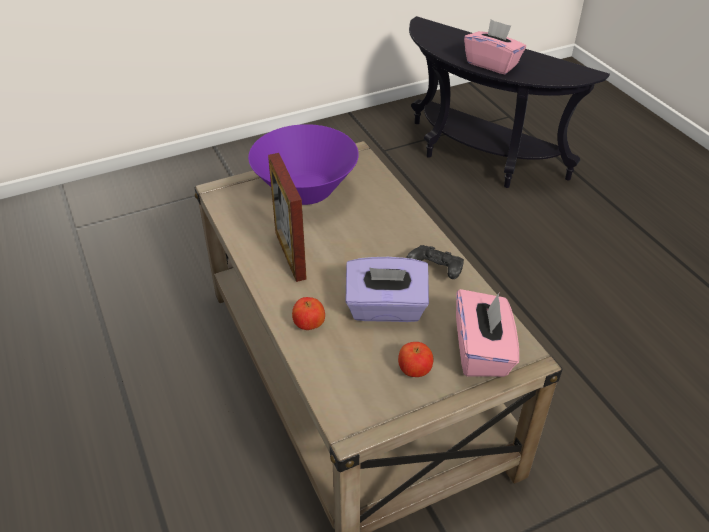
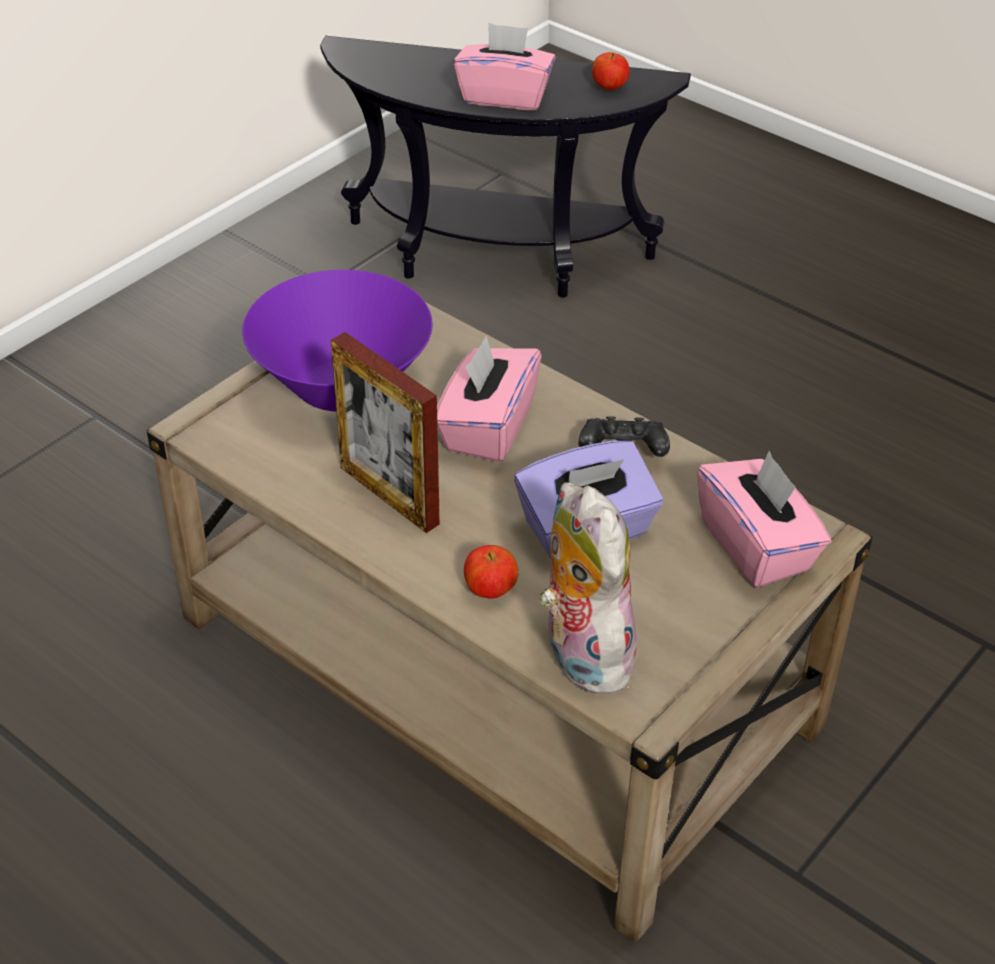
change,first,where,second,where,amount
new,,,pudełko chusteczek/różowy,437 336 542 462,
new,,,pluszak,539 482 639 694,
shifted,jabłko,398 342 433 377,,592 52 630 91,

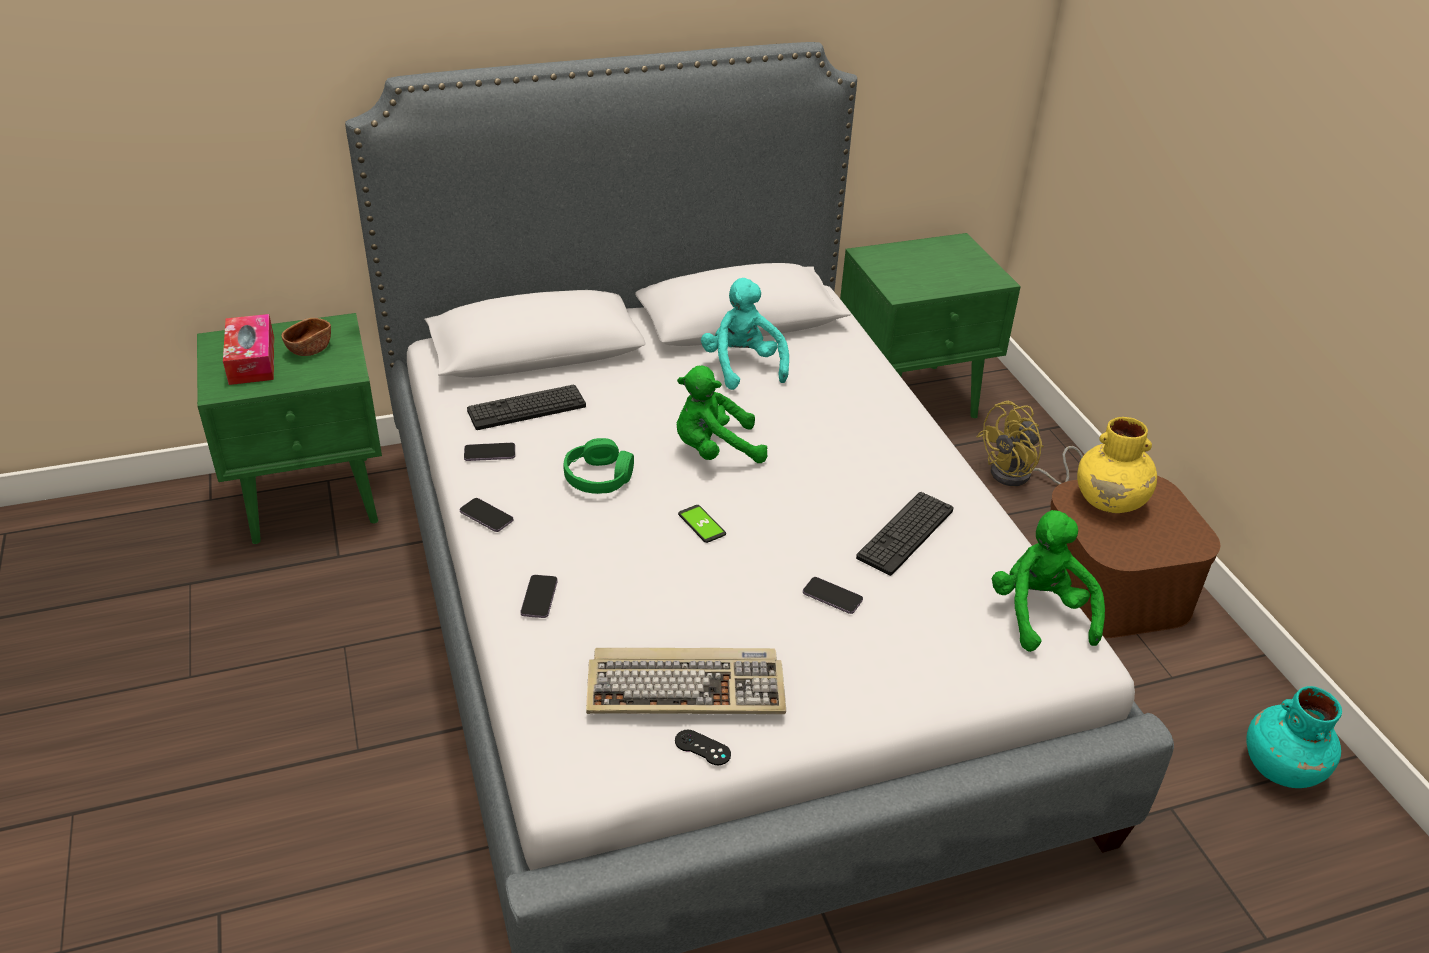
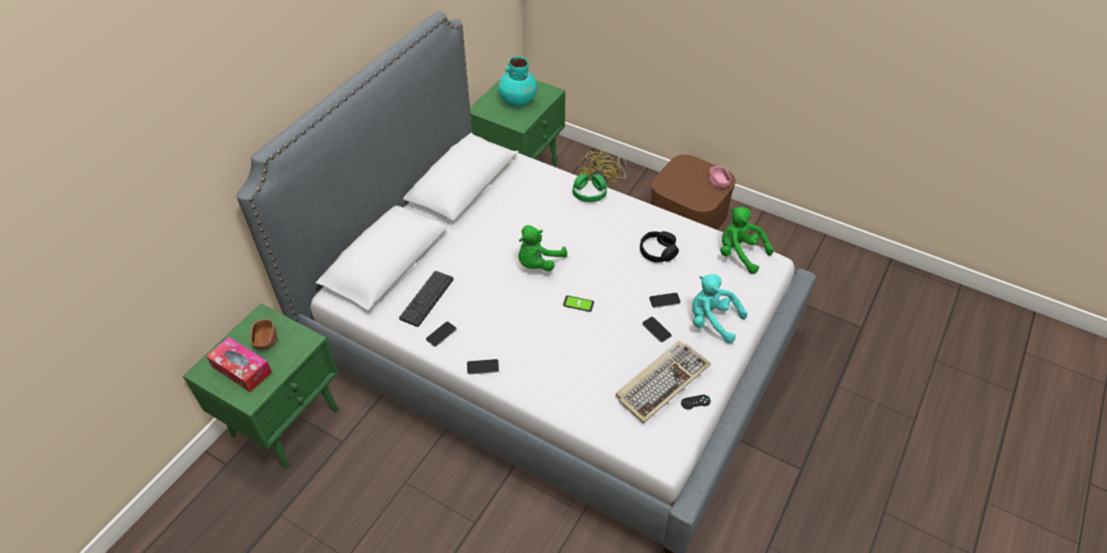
change,first,where,second,where,amount
gone,wazon/żółty,1077 417 1157 513,,,
new,,,miska/różowy,709 166 732 188,
shifted,telefon,521 575 558 618,,642 317 672 342,
shifted,słuchawki/zielony,564 438 634 494,,573 174 607 202,
shifted,pluszak/turkusowy,701 278 789 390,,692 274 748 343,
shifted,wazon/turkusowy,1246 686 1342 788,,498 56 537 107,
swapped,klawiatura,856 492 954 576,słuchawki/czarny,640 231 679 263,

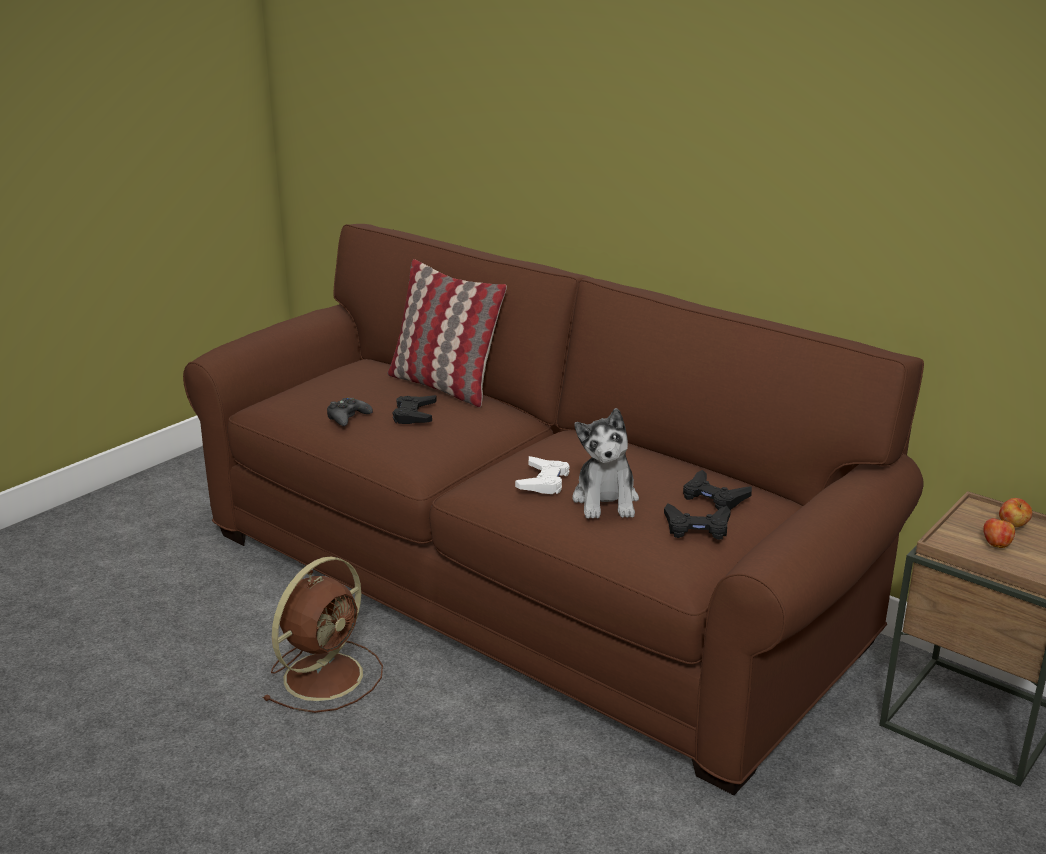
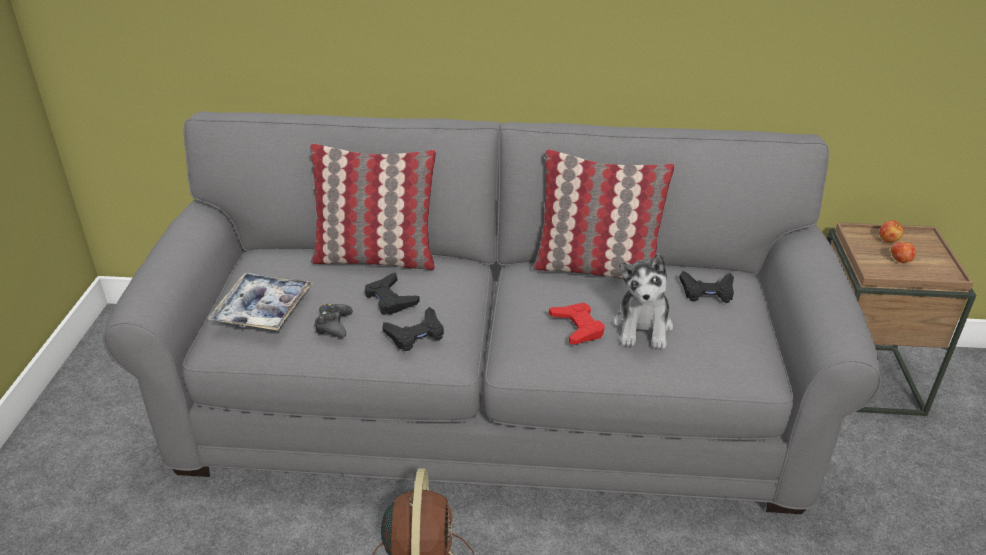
change,first,where,second,where,amount
new,,,taca,208 273 313 331,
new,,,poduszka,532 149 674 280,
shifted,pad do gier/czarny,664 504 731 540,,382 307 444 351,
repainted,kanapa/brązowy,183 224 924 795,kanapa/szary,103 111 881 514,
repainted,pad do gier/biały,515 456 570 494,pad do gier/czerwony,549 303 604 345,
rotated,pluszak,572 408 639 519,,613 254 673 349,45 degrees clockwise

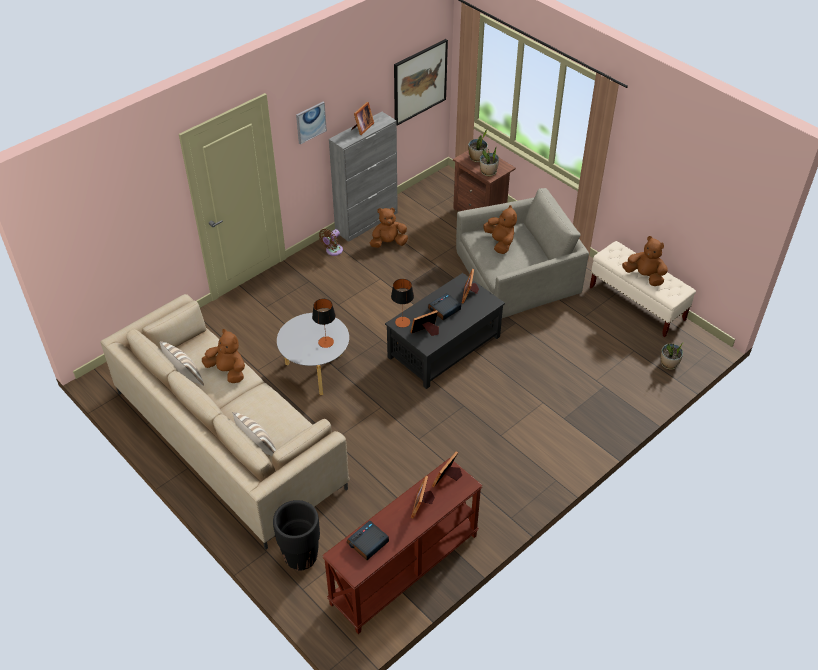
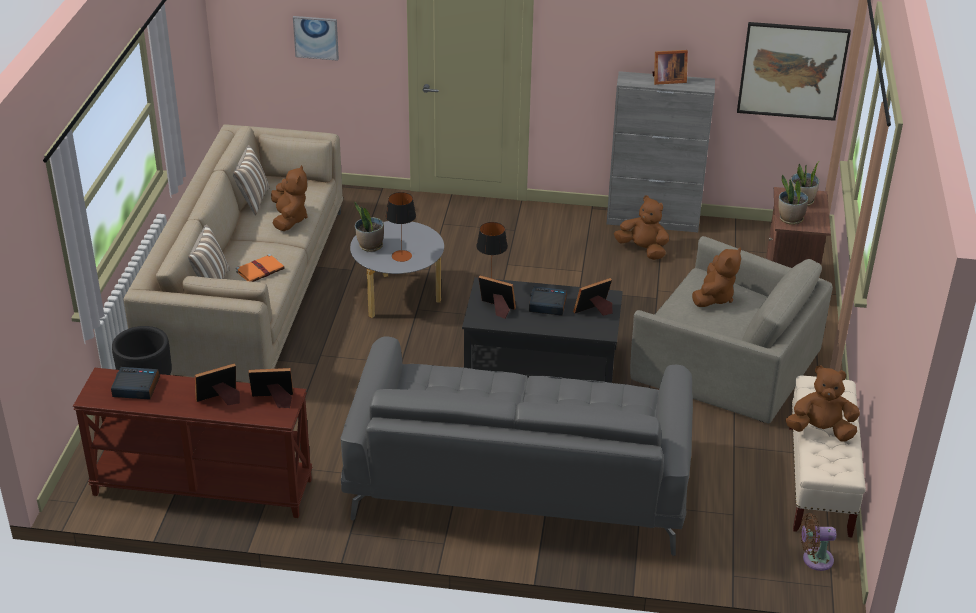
change,first,where,second,where,amount
new,,,książka/pomarańczowy,236 254 285 282,
new,,,kanapa/szary,340 336 693 556,
shifted,obraz,296 102 327 145,,293 16 339 61,
shifted,wentylator/brązowy,319 229 343 256,,800 513 836 571,
shifted,roślina doniczkowa,661 343 683 370,,354 202 384 252,
rotated,pluszak/brązowy,622 236 668 286,,786 365 860 441,75 degrees counterclockwise

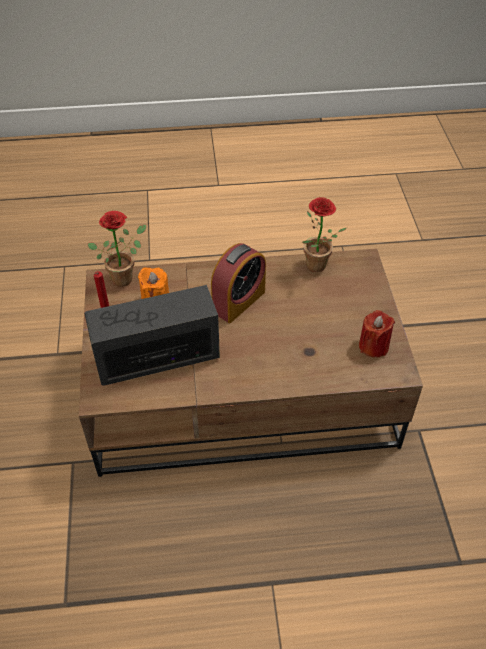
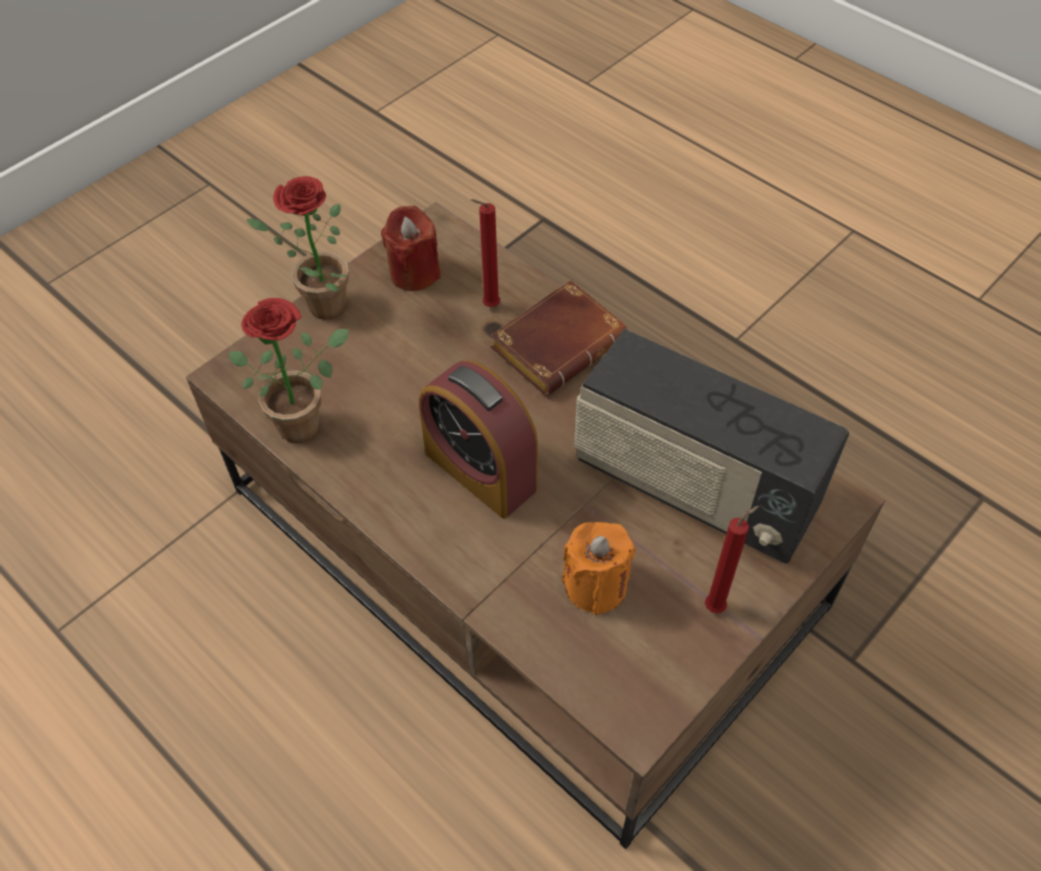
change,first,where,second,where,amount
new,,,świeca/czerwony,471 199 500 307,
new,,,książka/brązowy,490 280 628 396,
shifted,roślina doniczkowa,88 211 146 287,,246 176 349 320,
rotated,budzik,211 243 266 323,,419 360 538 518,135 degrees counterclockwise

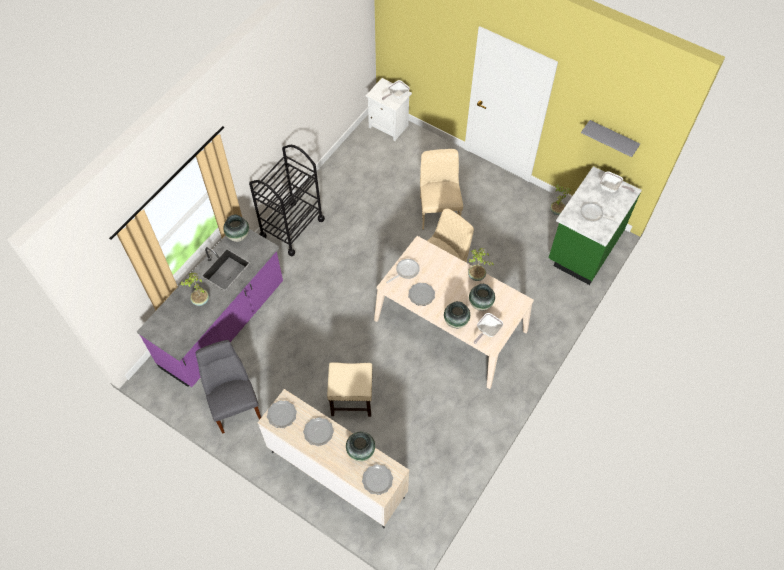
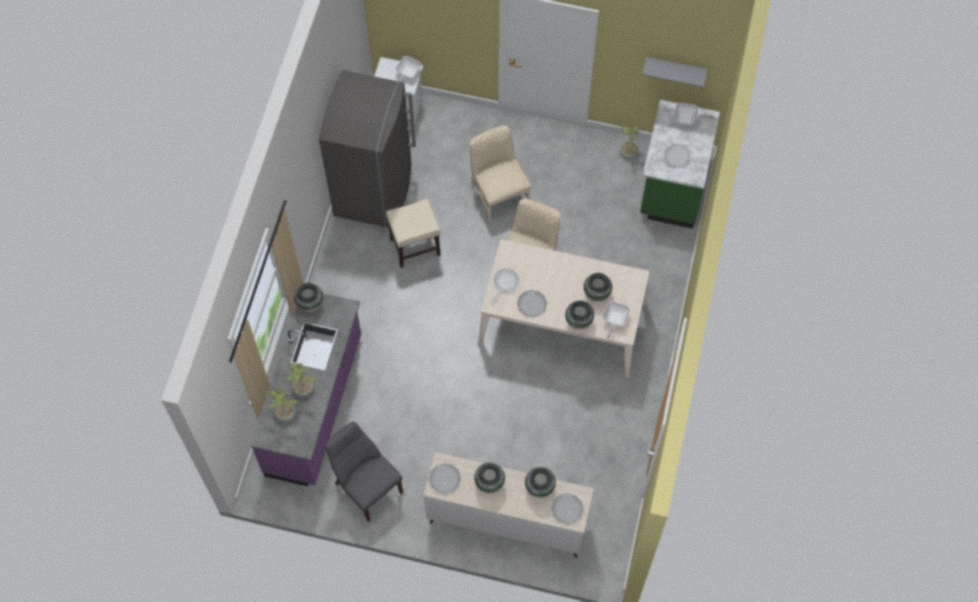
change,first,where,second,where,amount
gone,wózek/czarny,249 145 325 256,,,
new,,,lodówka/szary,319 70 416 228,
shifted,stołek/beżowy,327 362 372 417,,386 199 441 268,
shifted,roślina doniczkowa,468 248 494 281,,269 388 299 422,
swapped,talerz,303 417 334 446,wazon,474 463 505 493,

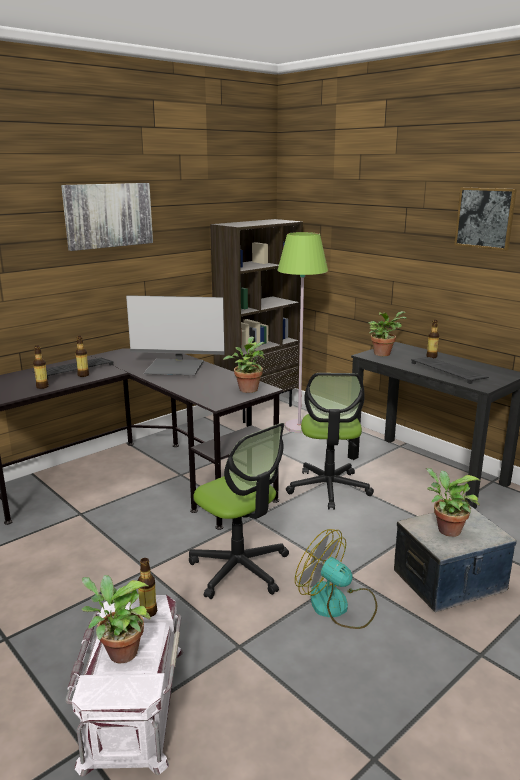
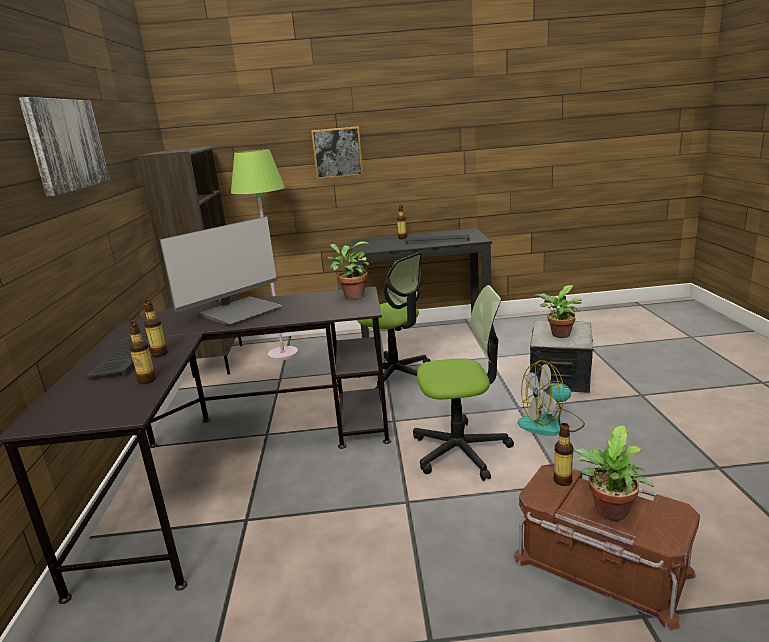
change,first,where,second,where,amount
gone,roślina doniczkowa,368 311 406 356,,,
shifted,obraz,454 187 517 250,,311 126 363 179,
repainted,pojemnik do przechowywania/biały,66 595 183 777,pojemnik do przechowywania/brązowy,513 464 700 630,

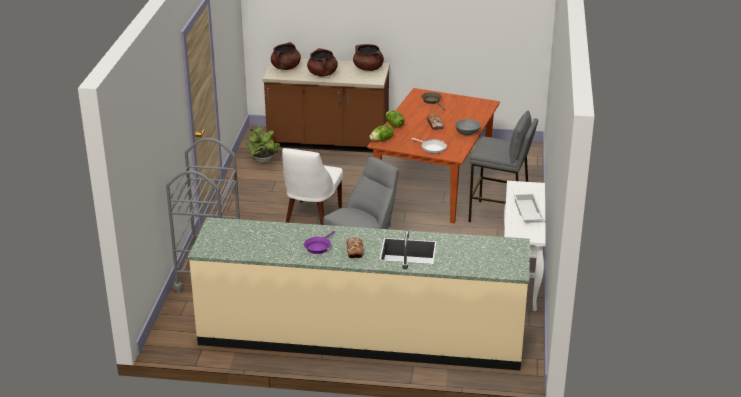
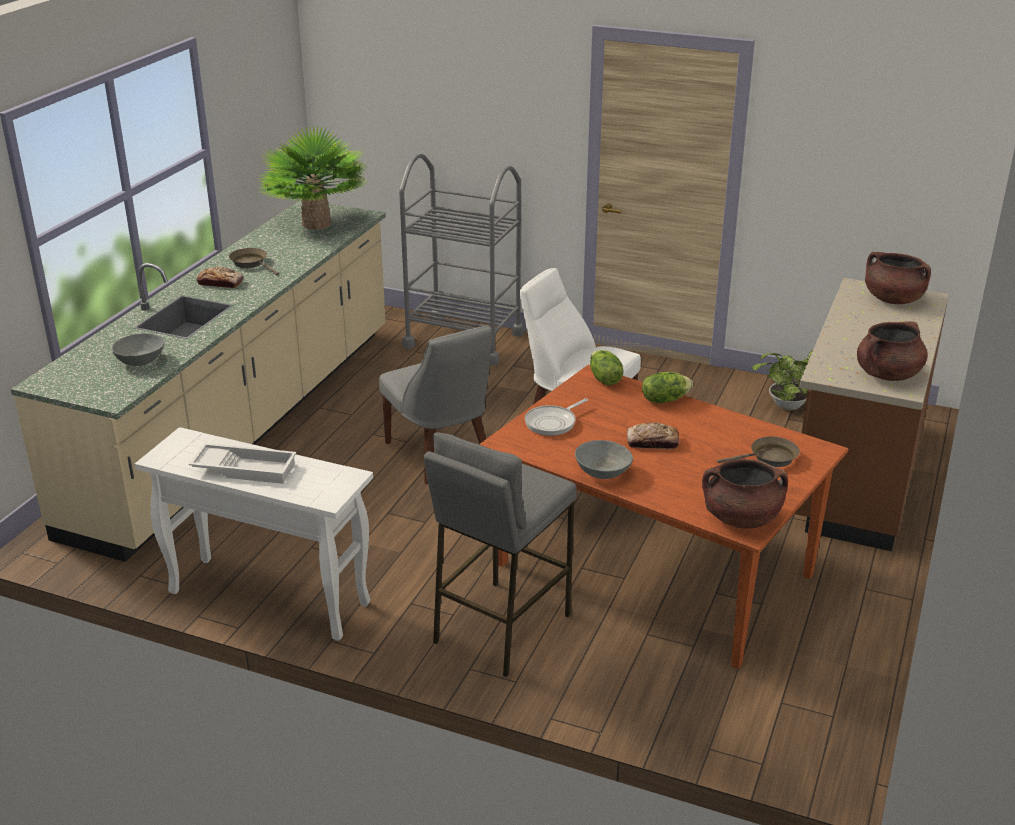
change,first,where,second,where,amount
new,,,miska/szary,112 333 165 366,
new,,,roślina doniczkowa,258 125 368 230,
shifted,garnek/brązowy,307 48 338 77,,702 459 788 529,
repainted,patelnia/fioletowy,304 231 335 254,patelnia/brązowy,229 248 279 275,

